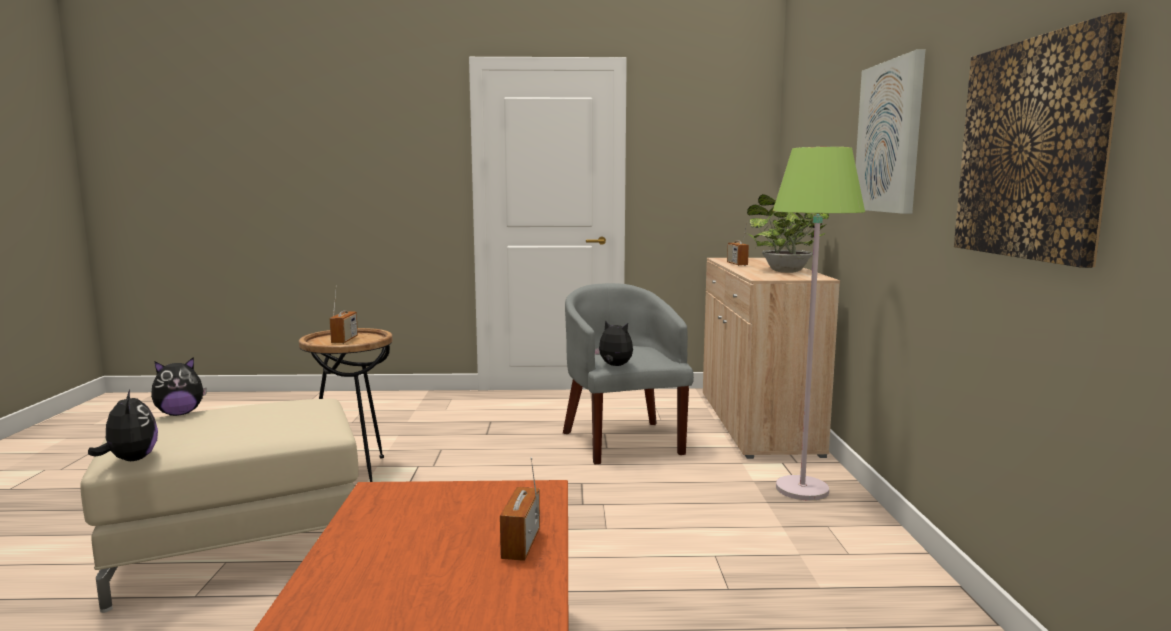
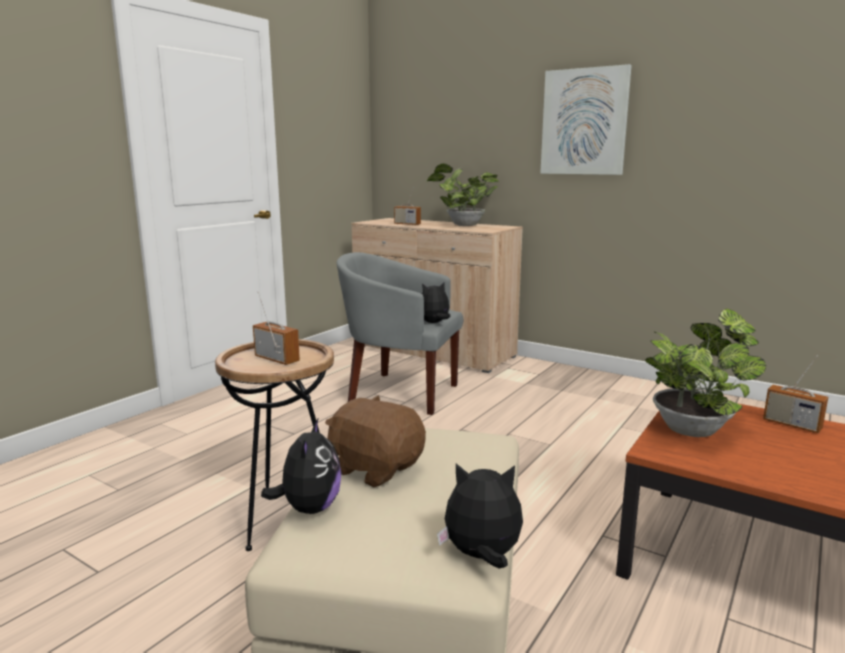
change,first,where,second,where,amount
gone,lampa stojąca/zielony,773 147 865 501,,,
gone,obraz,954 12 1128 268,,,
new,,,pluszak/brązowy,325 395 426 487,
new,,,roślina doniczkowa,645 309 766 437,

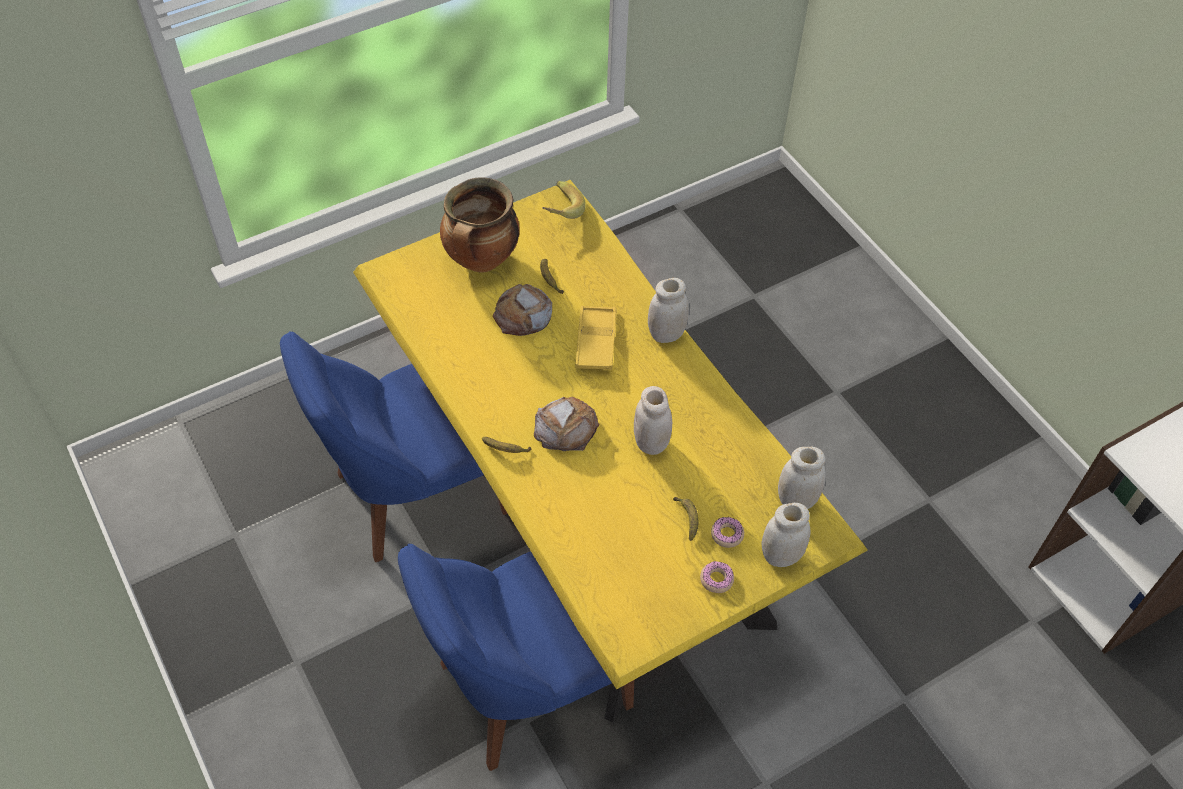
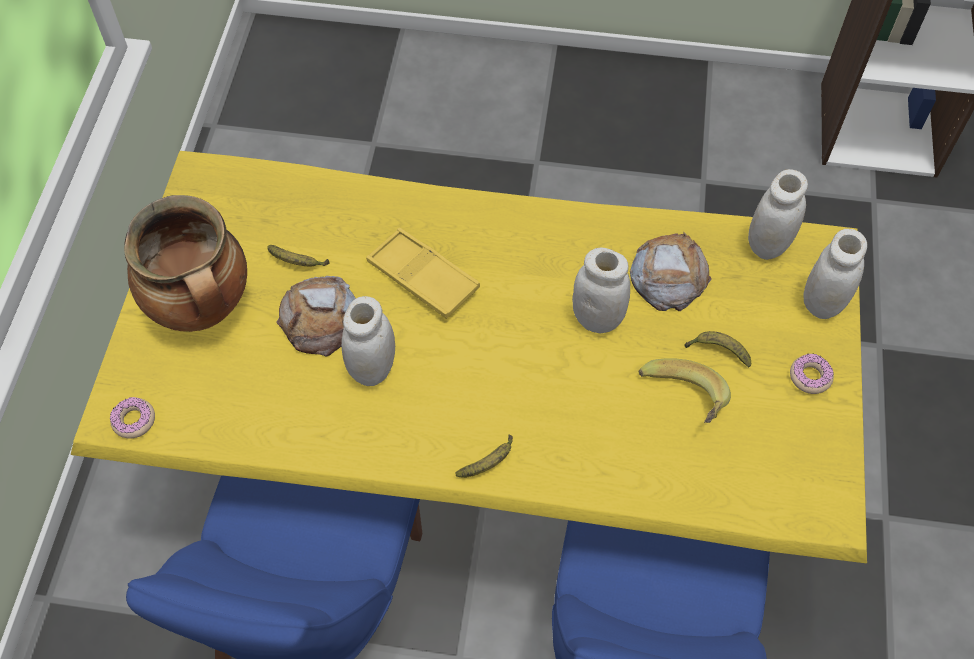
change,first,where,second,where,amount
shifted,chleb,534 397 599 451,,630 232 712 311,
shifted,banan,542 181 586 219,,639 358 731 423,
shifted,słoik/biały,648 278 689 343,,341 296 395 386,
shifted,donut,711 517 744 548,,110 397 155 439,

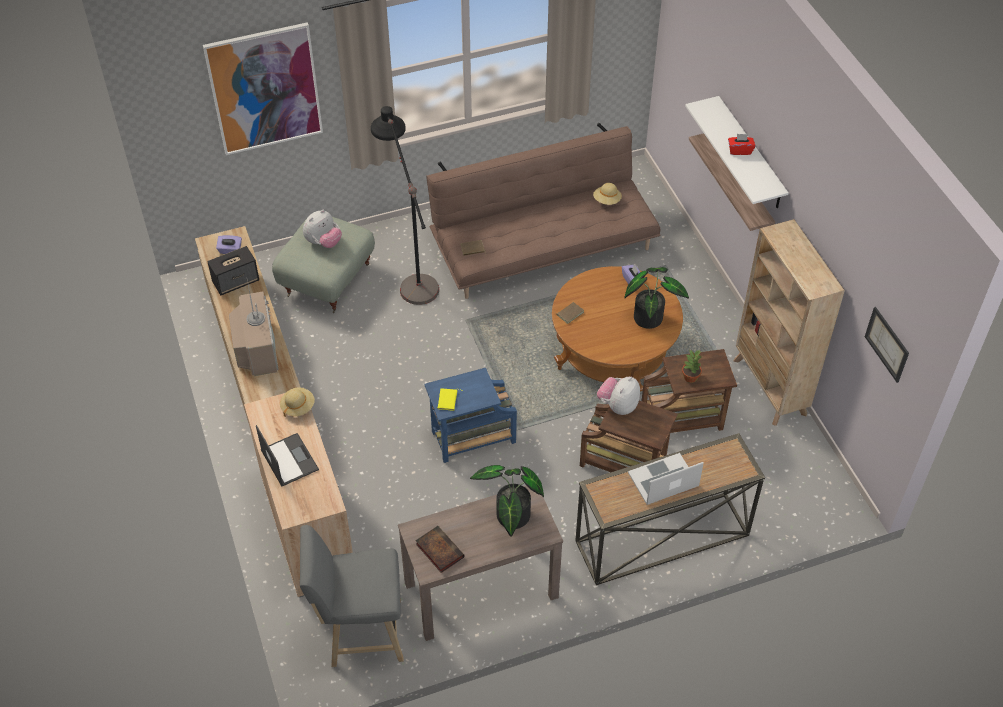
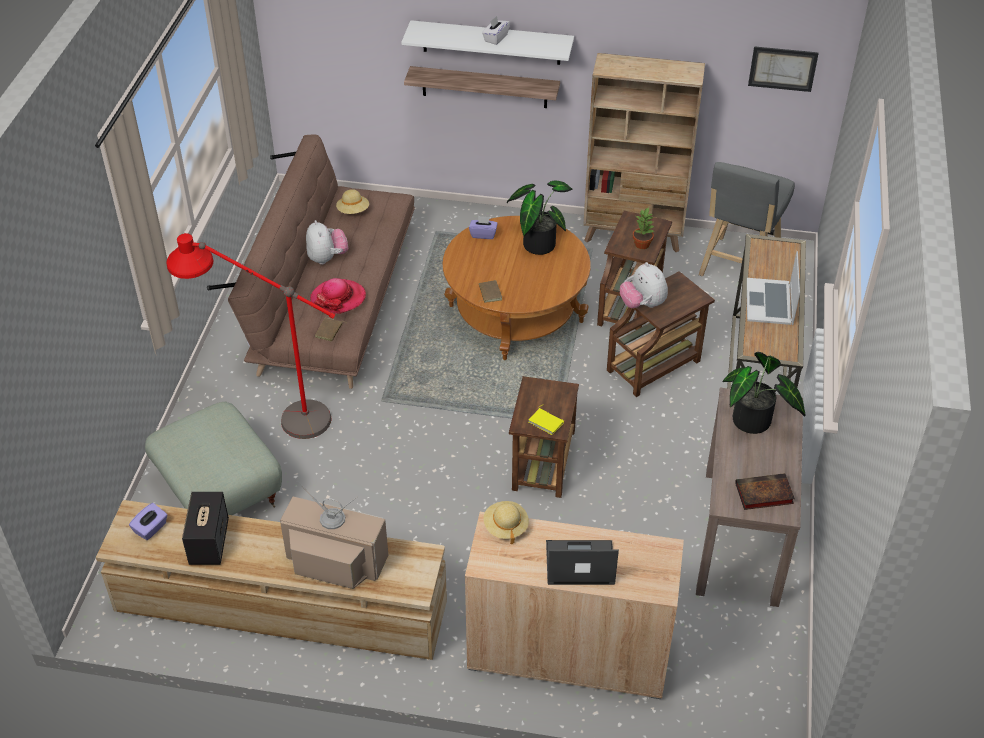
change,first,where,second,where,amount
gone,obraz,203 22 323 155,,,
new,,,kapelusz,310 278 366 314,
shifted,stołek/szary,300 525 404 667,,699 162 795 276,
shifted,pluszak,303 210 342 248,,306 220 348 265,
repainted,lampa stojąca/czarny,371 106 439 305,lampa stojąca/czerwony,166 233 335 439,
repainted,stolik/niebieski,424 368 517 463,stolik/brązowy,509 376 579 498,
repainted,pudełko chusteczek/czerwony,728 134 755 155,pudełko chusteczek/biały,482 16 510 45,

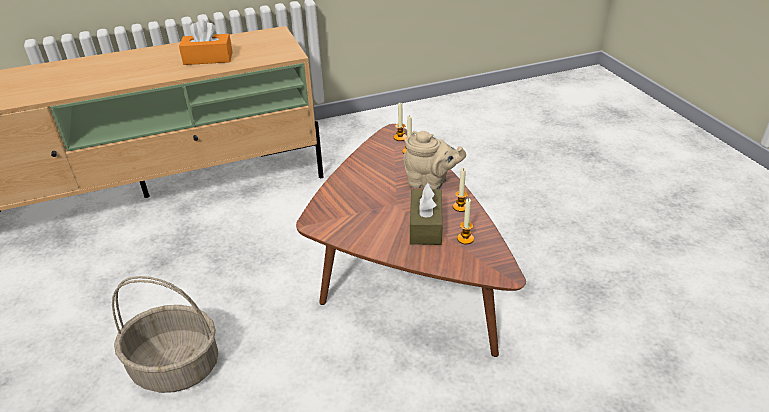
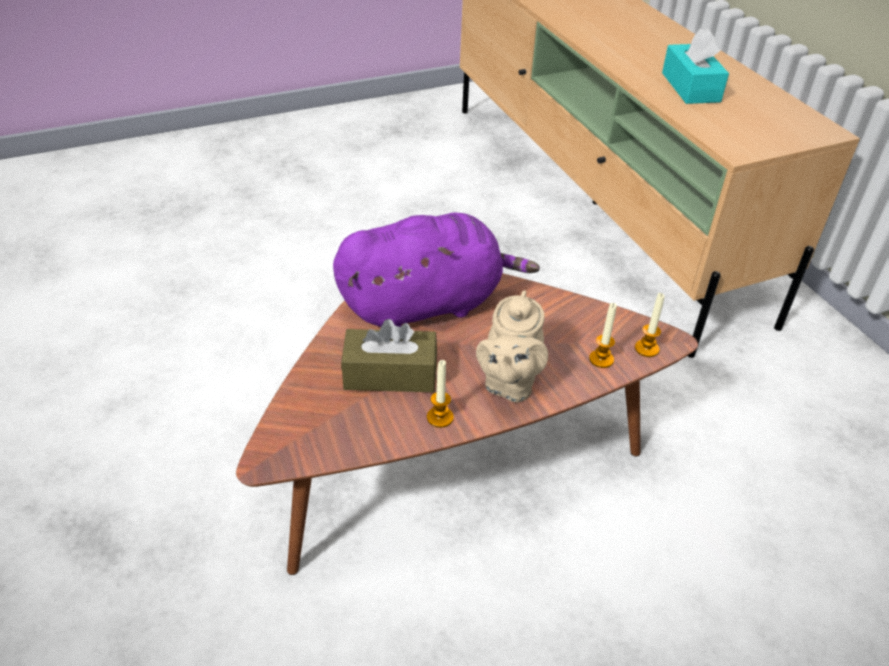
change,first,where,second,where,amount
gone,koszyk,112 276 218 393,,,
gone,świeca,457 198 474 244,,,
new,,,pluszak/fioletowy,333 212 540 327,
repainted,pudełko chusteczek/pomarańczowy,179 19 233 65,pudełko chusteczek/turkusowy,662 29 729 104,

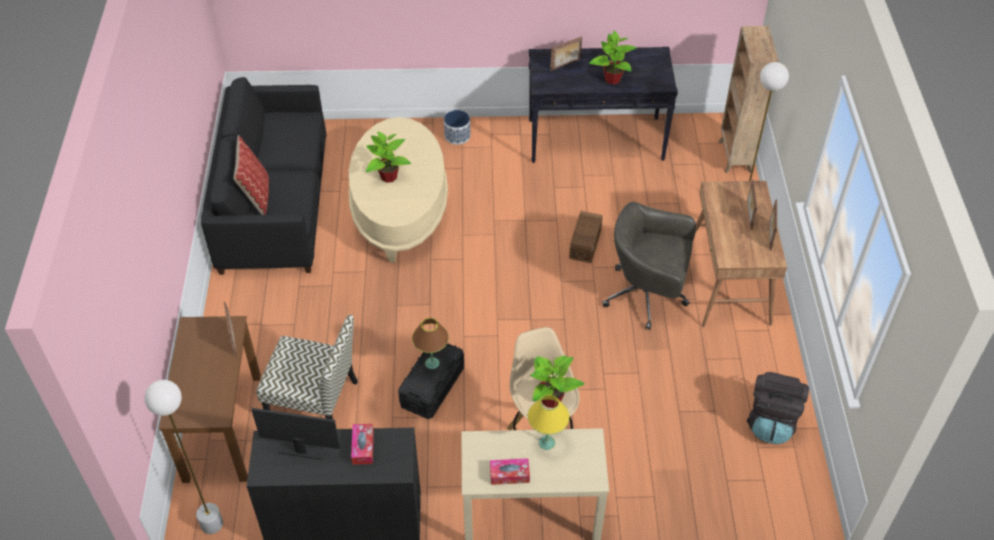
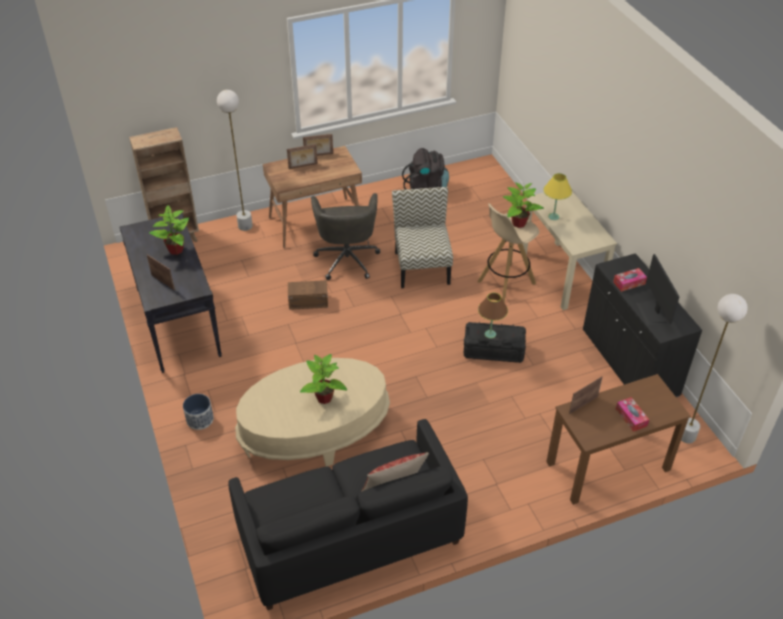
change,first,where,second,where,amount
shifted,krzesło,256 315 358 419,,392 187 453 288,
shifted,pudełko chusteczek,490 458 530 485,,616 397 649 432,

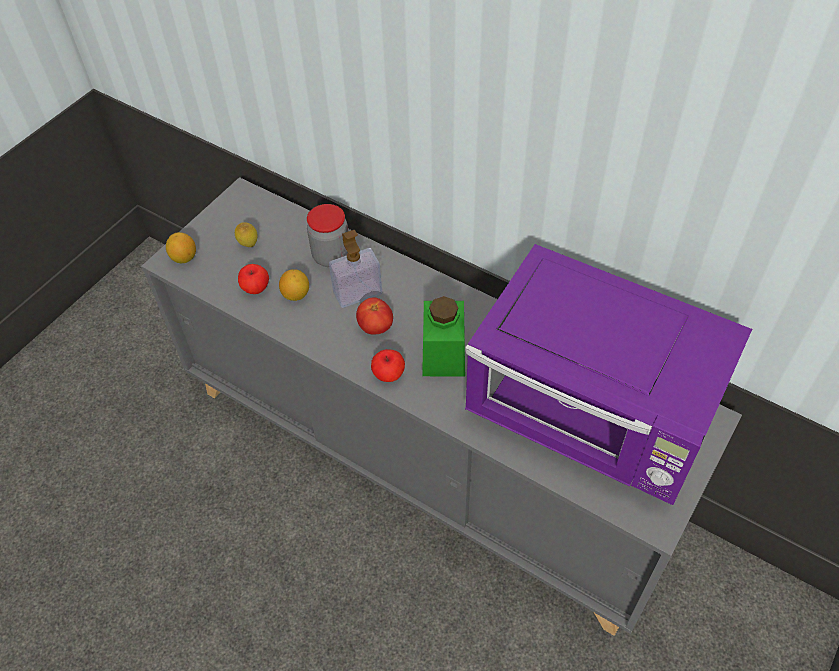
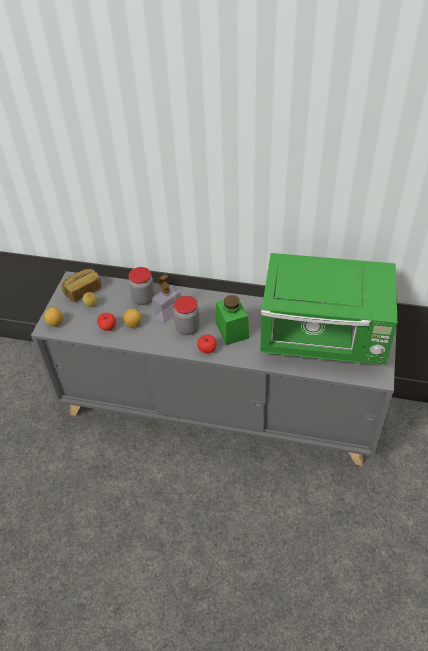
change,first,where,second,where,amount
new,,,chleb,62 269 102 302,
swapped,pomidor,356 298 393 334,słoik,174 296 200 335,
repainted,mikrofalówka/fioletowy,465 244 752 505,mikrofalówka/zielony,260 253 397 365,

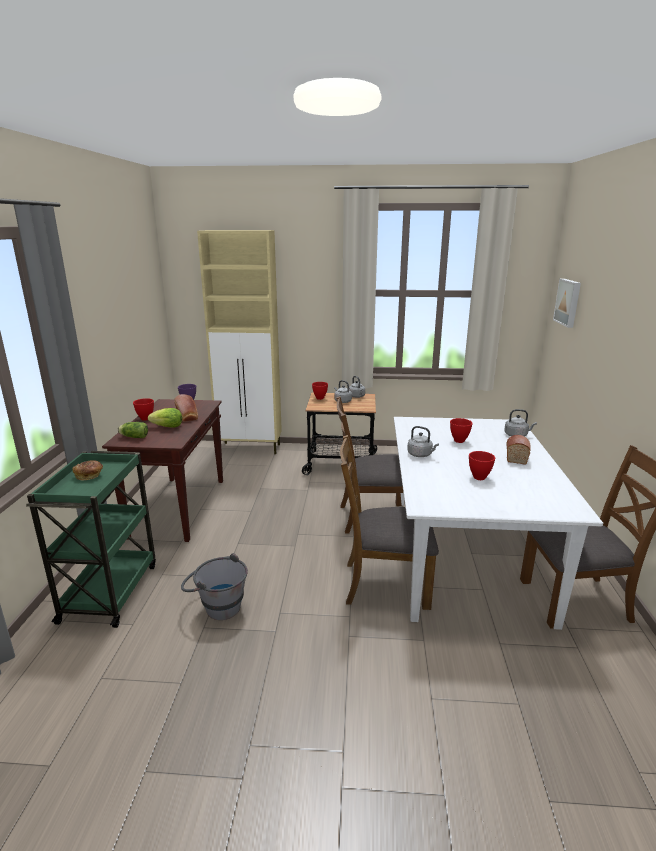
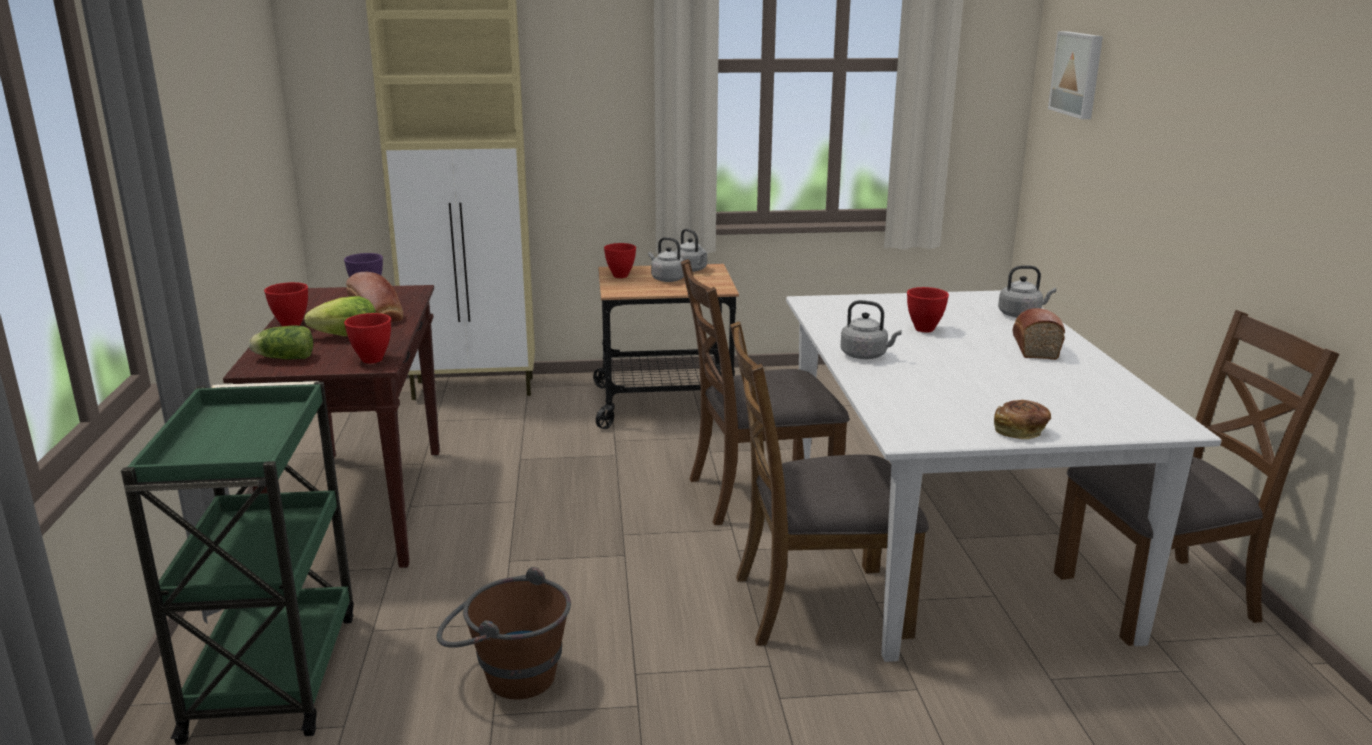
change,first,where,second,where,amount
shifted,chleb,72 460 103 480,,994 400 1051 439,
shifted,miska/czerwony,469 451 495 480,,344 313 391 363,
repainted,wiadro/szary,181 553 248 620,wiadro/brązowy,437 567 571 699,

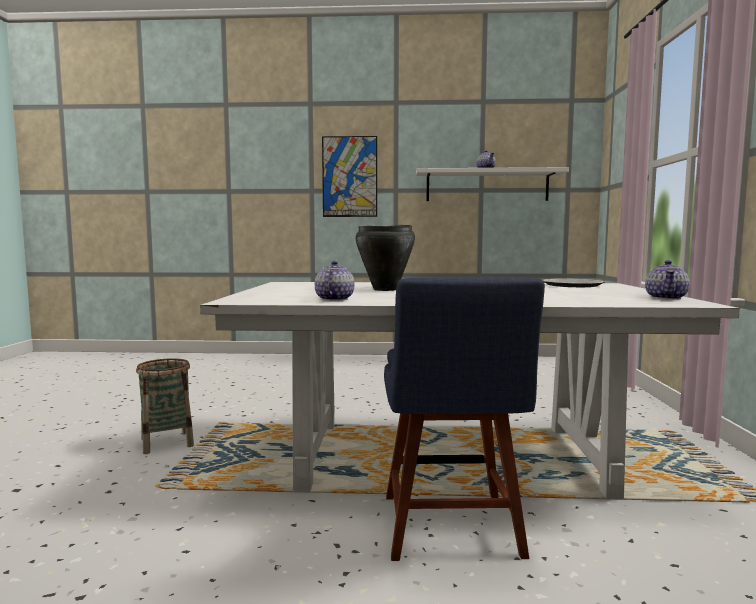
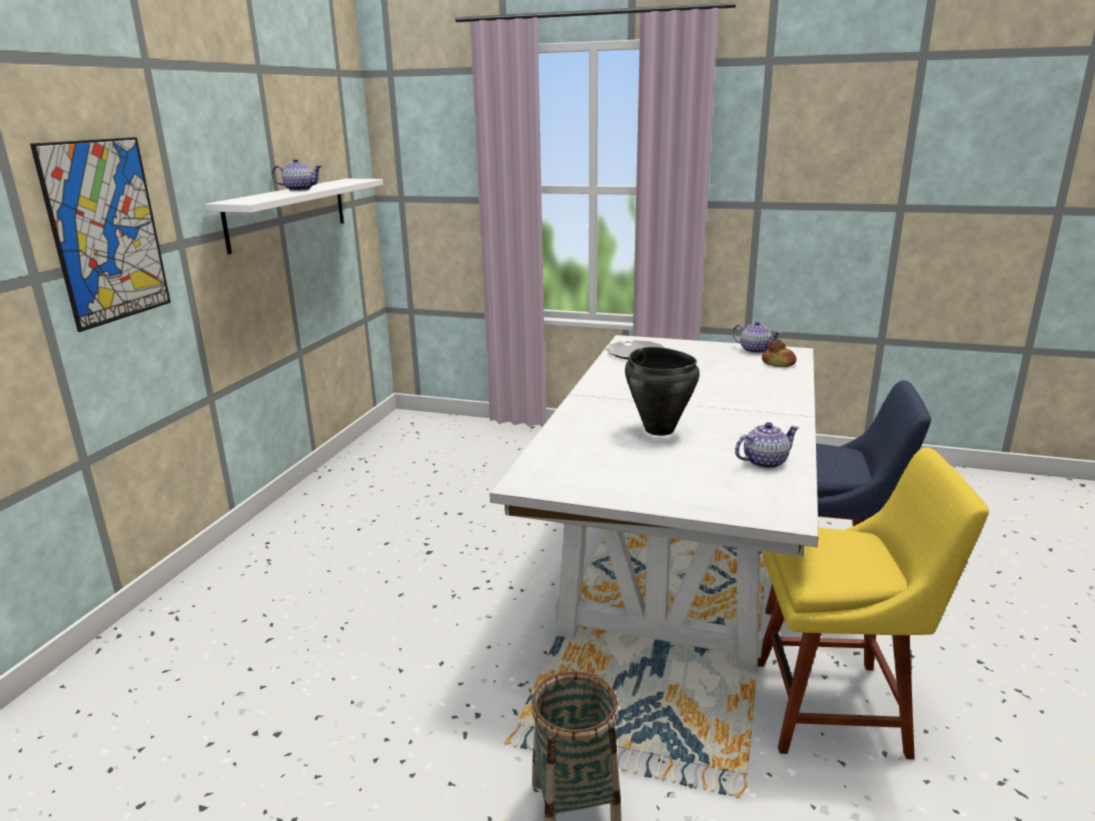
change,first,where,second,where,amount
new,,,krzesło/żółty,758 448 989 759,
new,,,chleb,762 339 797 367,
rotated,imbryk,315 261 354 301,,735 422 799 469,135 degrees clockwise

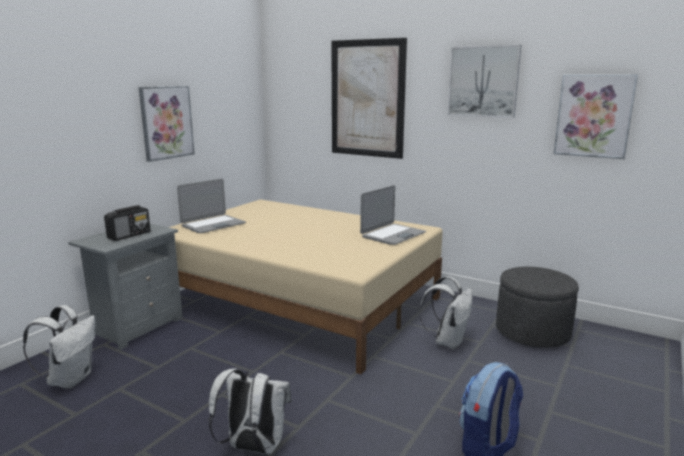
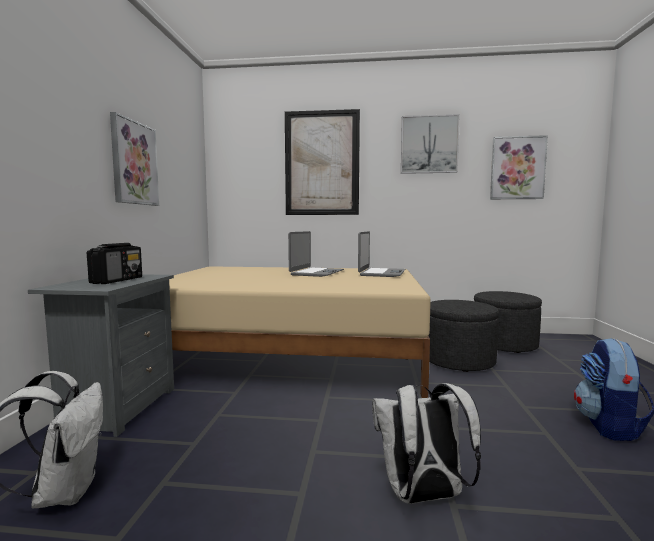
change,first,where,second,where,amount
shifted,laptop,177 179 246 233,,288 231 344 277,
swapped,plecak/biały,419 276 473 349,pufa/szary,429 300 499 372,

